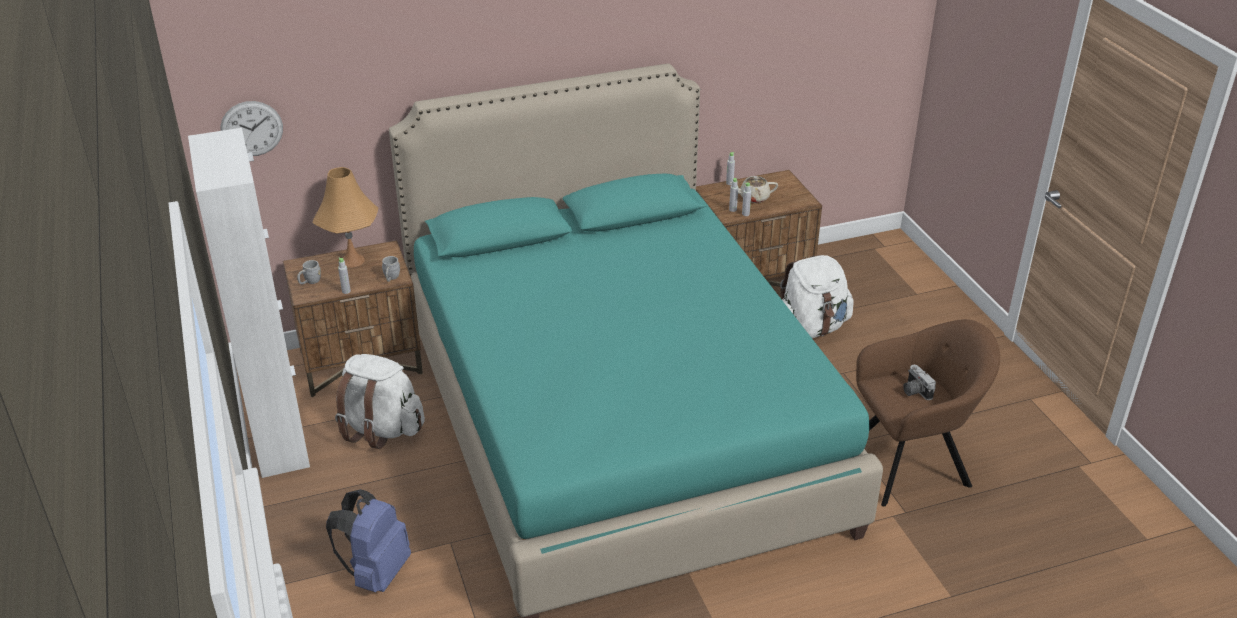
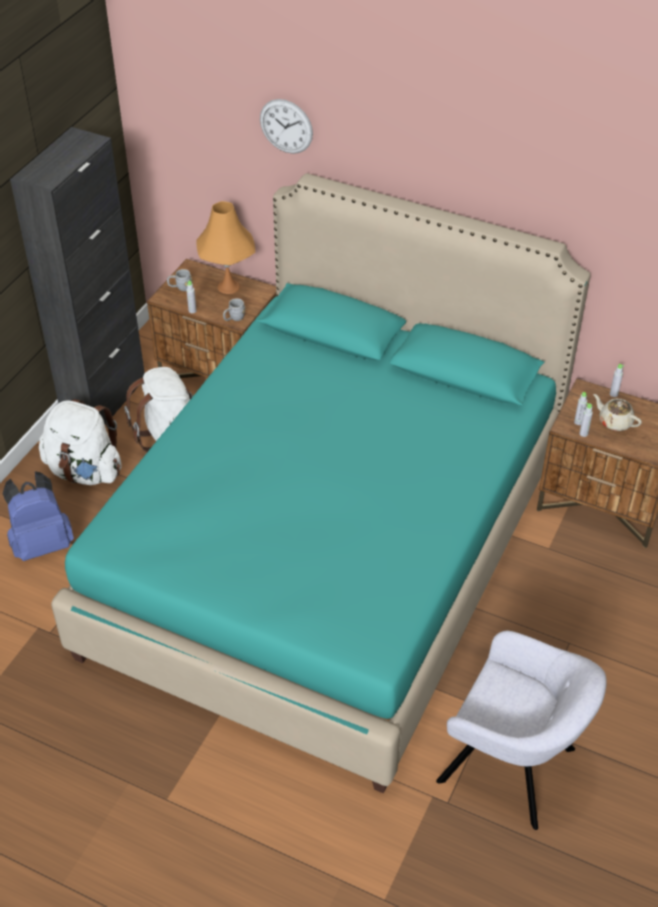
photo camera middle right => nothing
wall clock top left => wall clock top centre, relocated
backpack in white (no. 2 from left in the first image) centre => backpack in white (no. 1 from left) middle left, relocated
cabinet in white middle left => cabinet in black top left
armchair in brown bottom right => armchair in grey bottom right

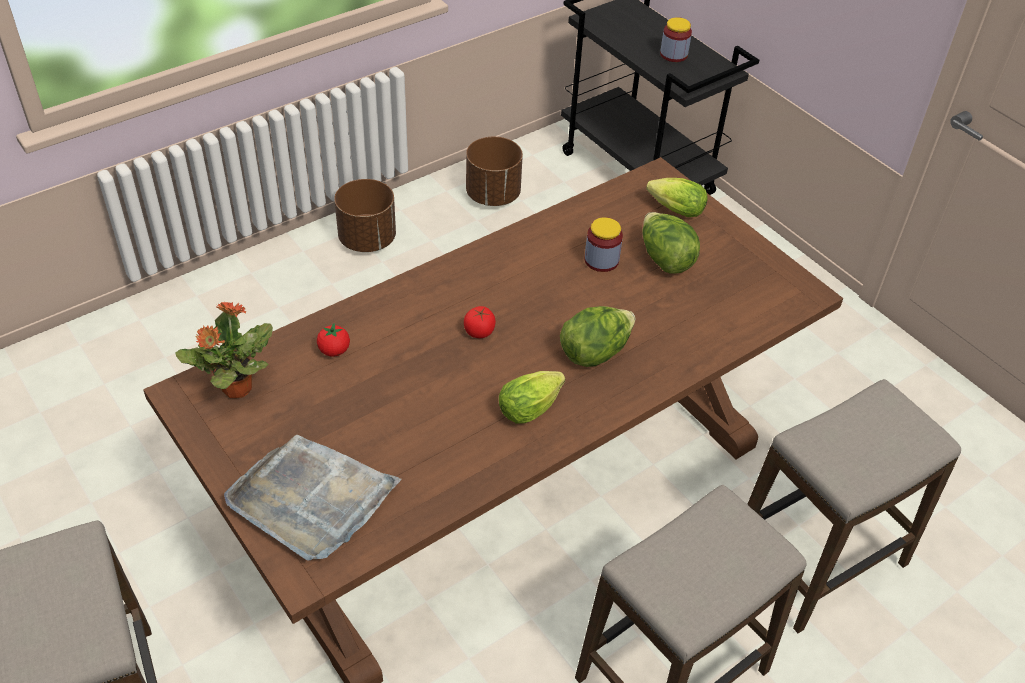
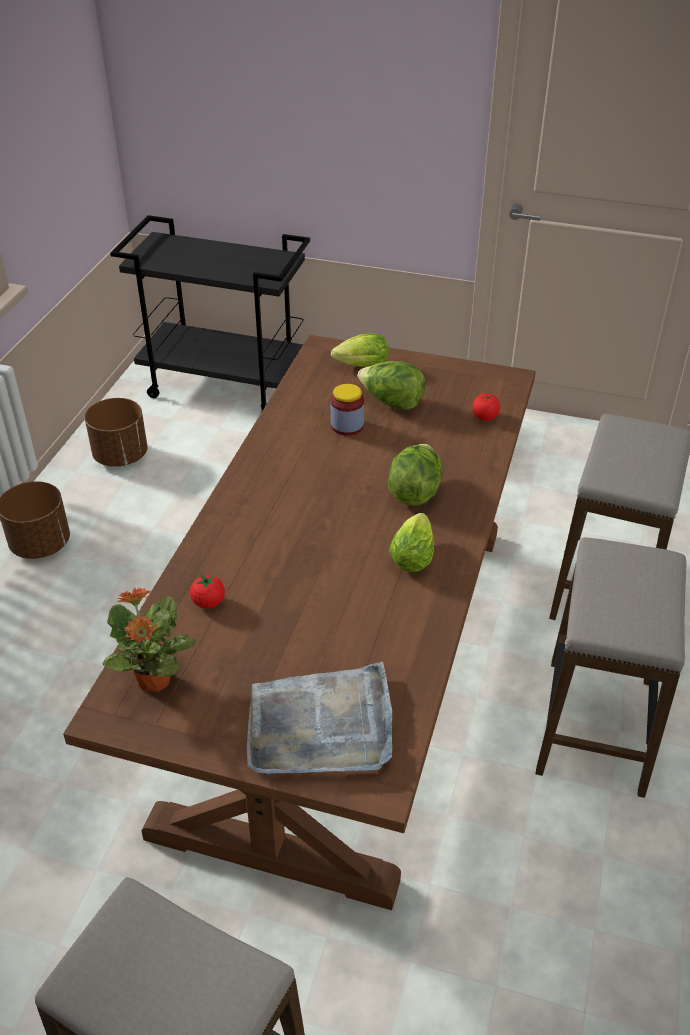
jar (no. 2 from left) top centre => nothing
tomato (no. 2 from left) centre => tomato (no. 2 from left) middle right, relocated

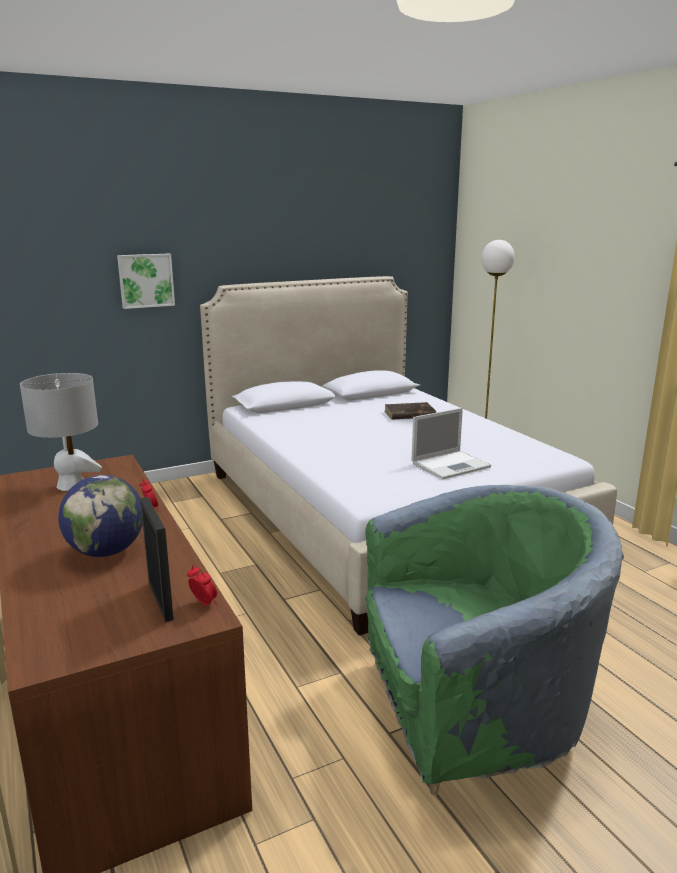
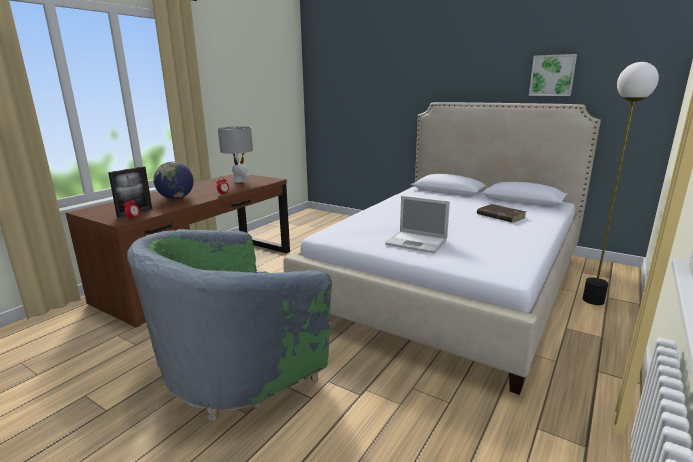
picture top left => picture top right, relocated
armchair in green bottom right => armchair in green bottom left, 90 degrees clockwise

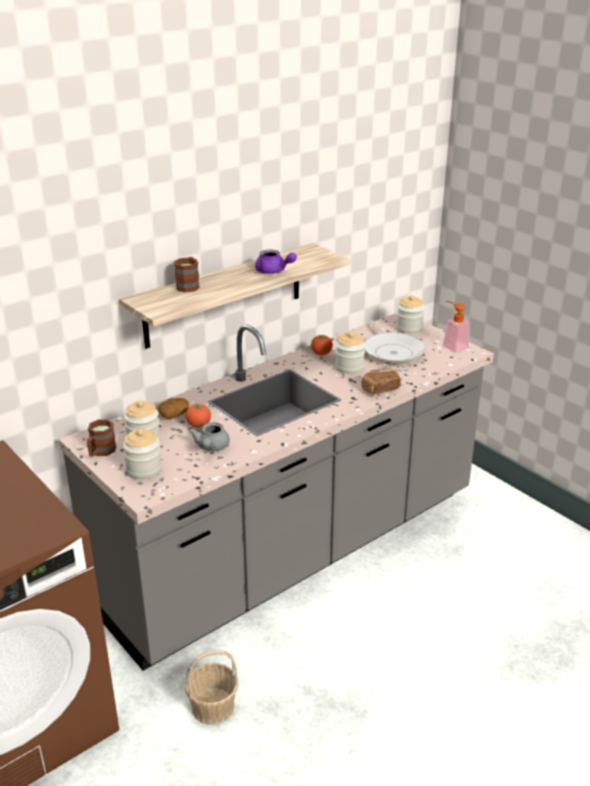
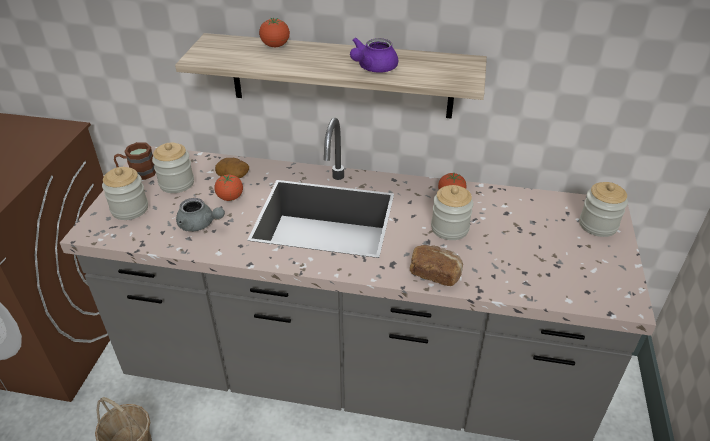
frying pan middle right => nothing
soap dispenser middle right => nothing
mug in brown (no. 2 from left) middle left => tomato (no. 2 from left) top centre
teapot in grey centre => teapot in grey middle left, 120 degrees counterclockwise
teapot in purple centre => teapot in purple top centre, 45 degrees clockwise

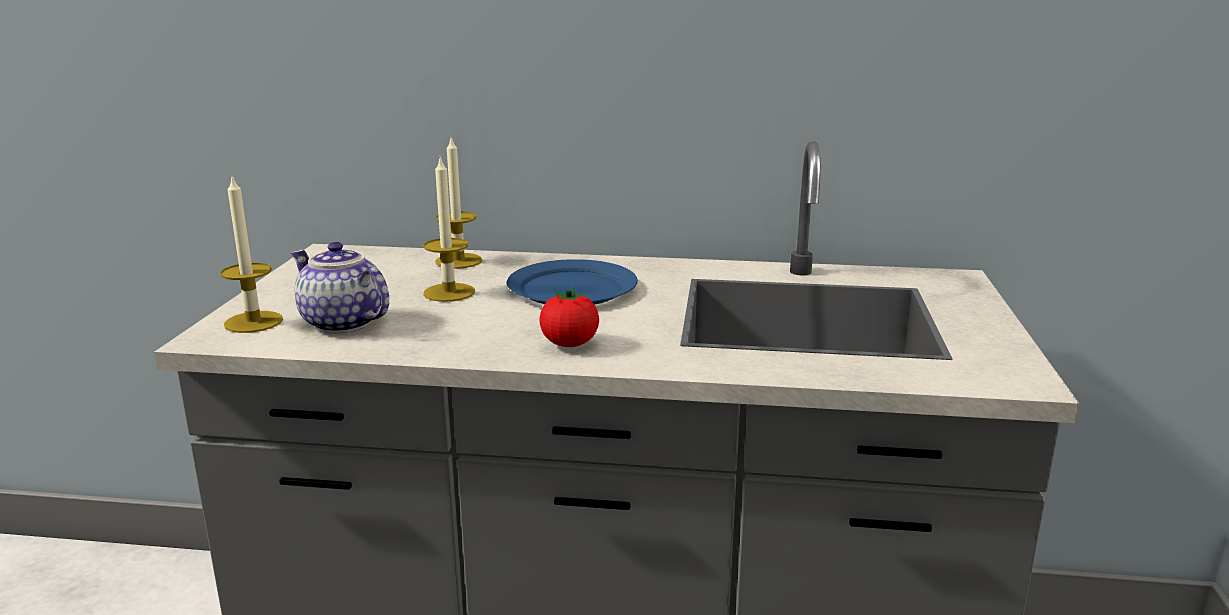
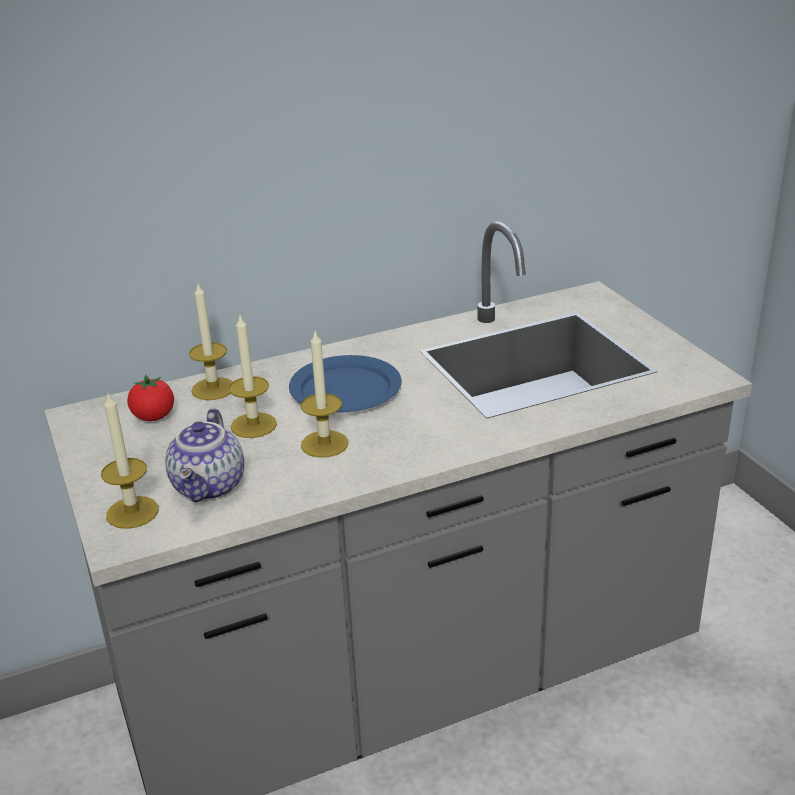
nothing => candle (no. 4 from left) centre
tomato centre => tomato middle left, relocated
teapot middle left, 90 degrees counterclockwise

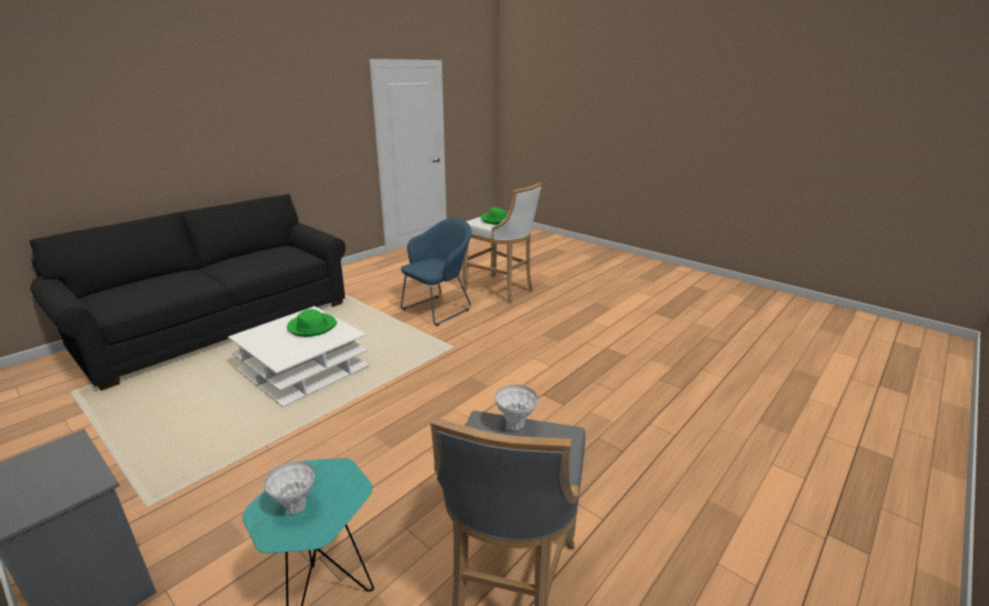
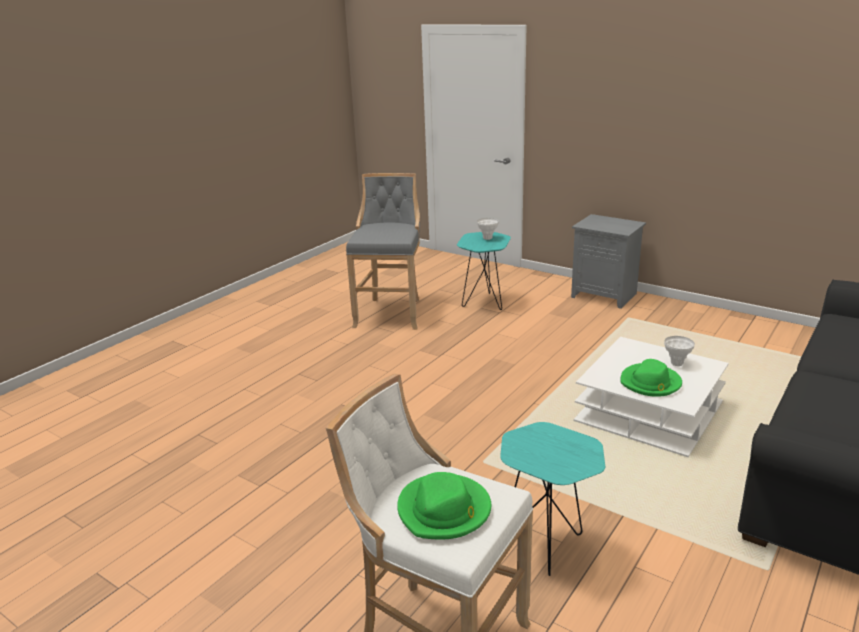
vase in white (no. 2 from left) bottom centre => vase in white (no. 2 from left) middle right, relocated
armchair in blue centre => side table in turquoise (no. 2 from left) bottom centre

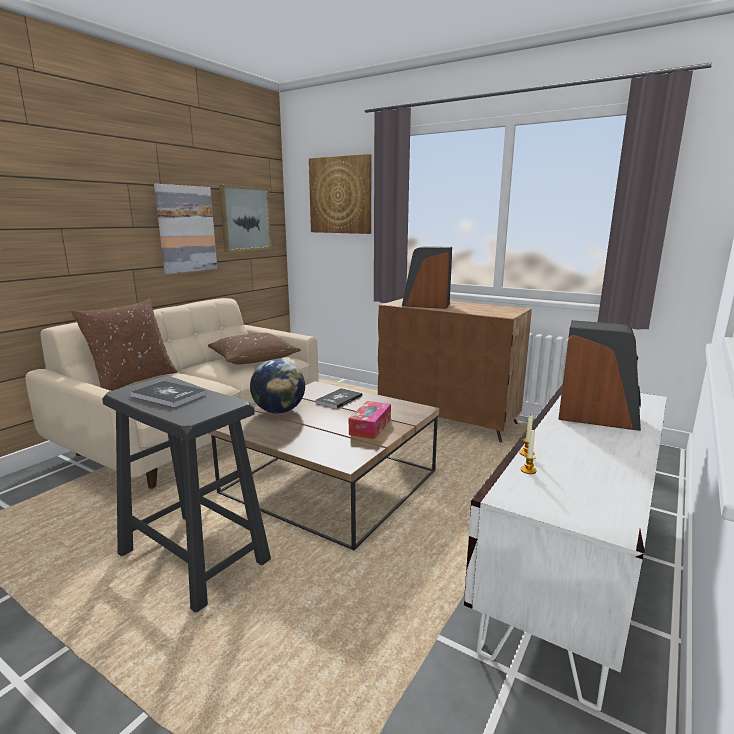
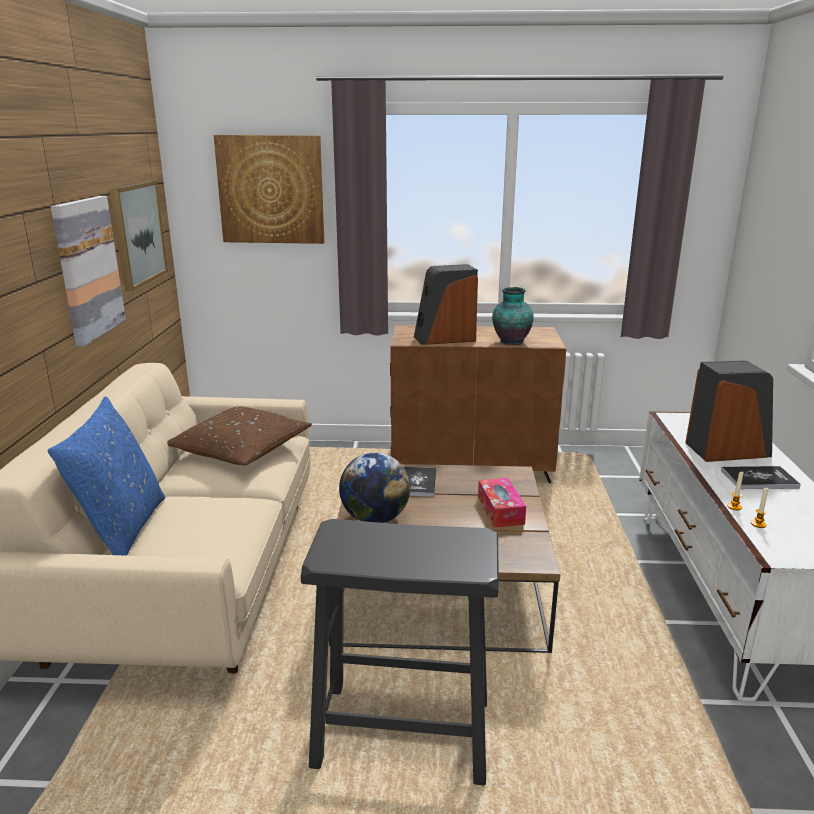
nothing => vase centre
book (no. 1 from left in the first image) middle left => book (no. 2 from left) middle right, relocated
pillow in brown (no. 1 from left) middle left => pillow in blue middle left

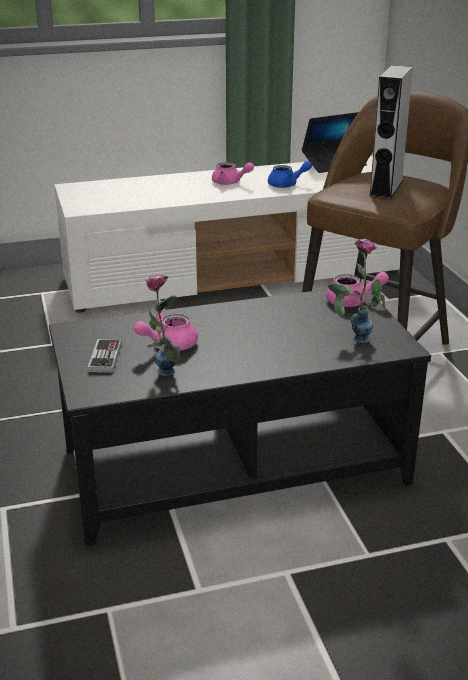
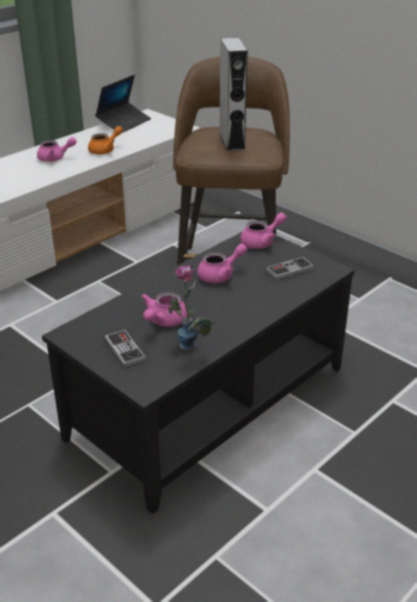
nothing => teapot in pink (no. 3 from left) centre
vase (no. 2 from left) middle right => game controller (no. 2 from left) middle right
teapot in blue top centre => teapot in orange top left

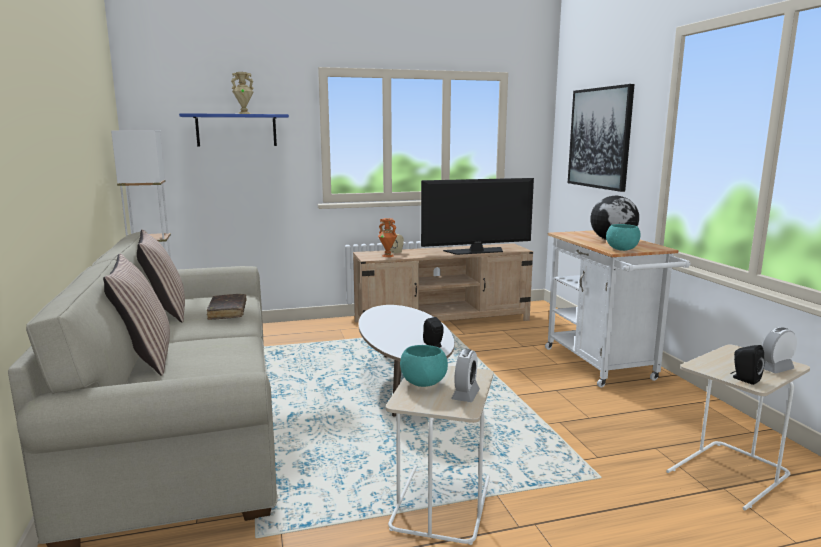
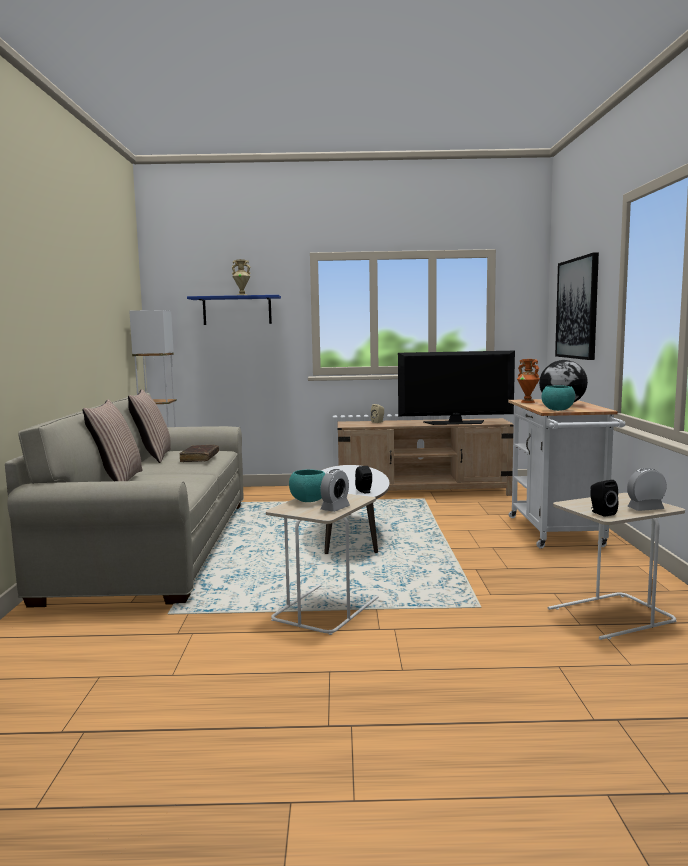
vase in orange centre => vase in orange middle right, relocated

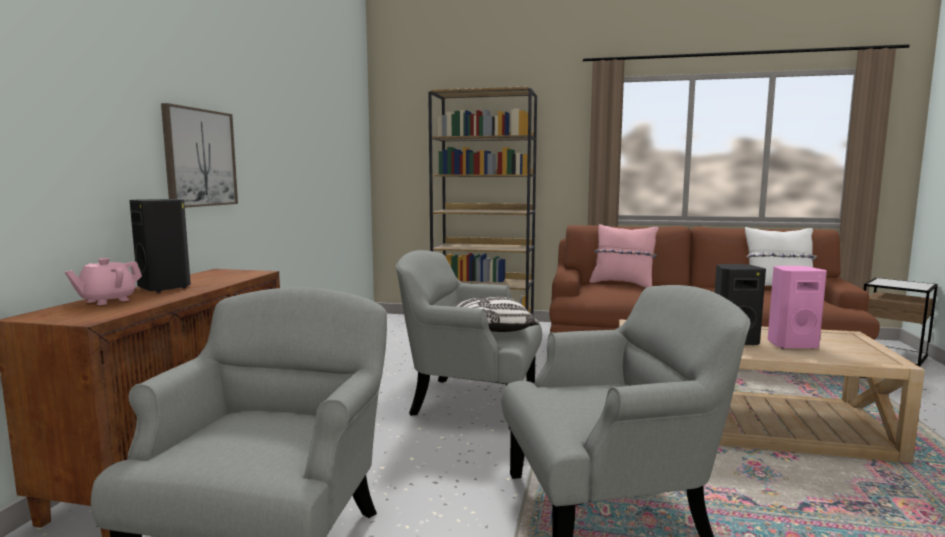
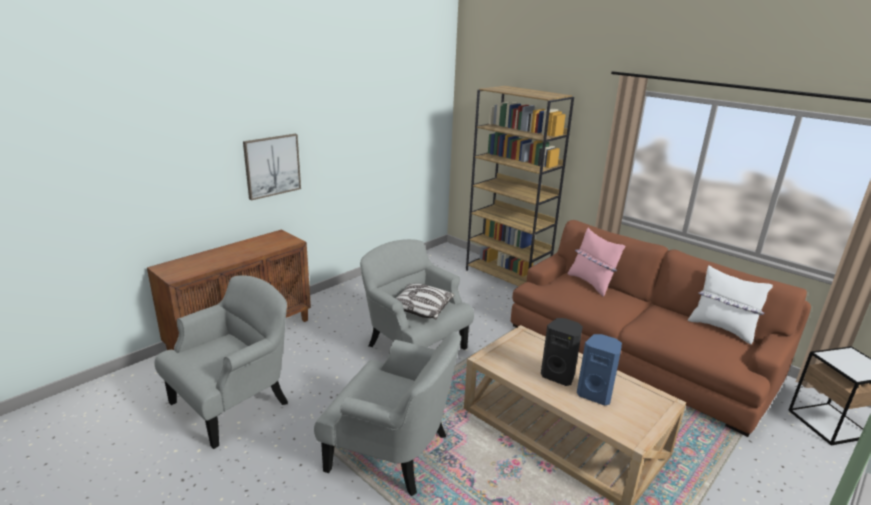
teapot in pink middle left => nothing
speaker in black (no. 1 from left) middle left => nothing
speaker in pink middle right => speaker in blue bottom right

